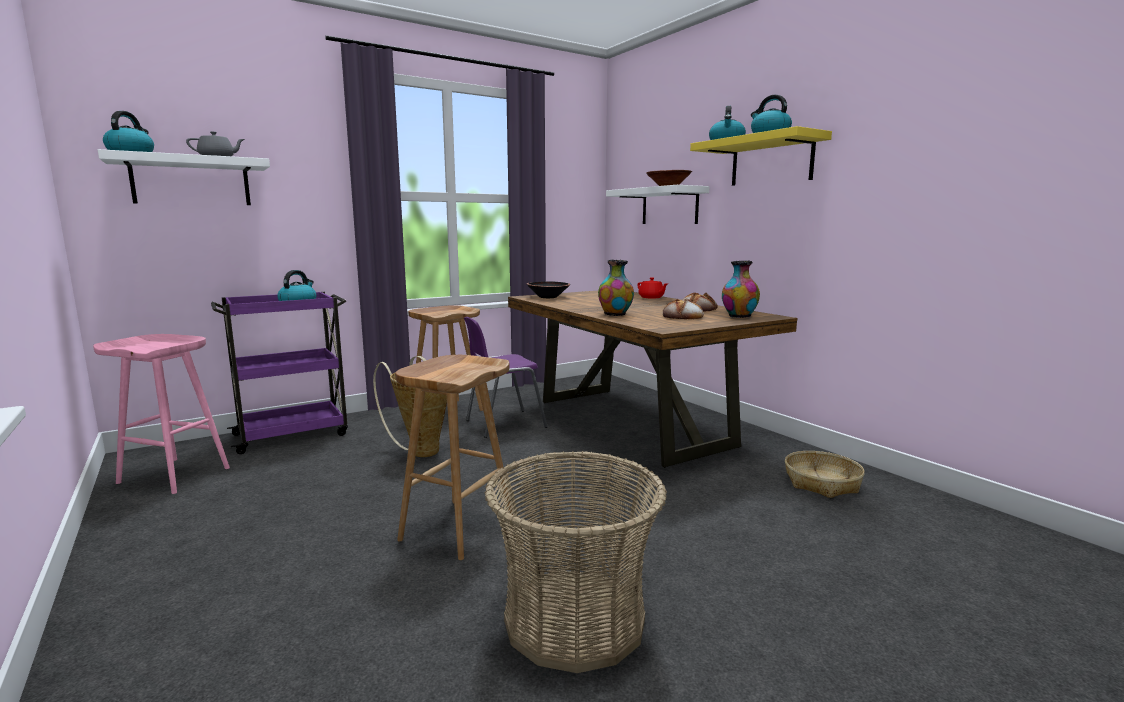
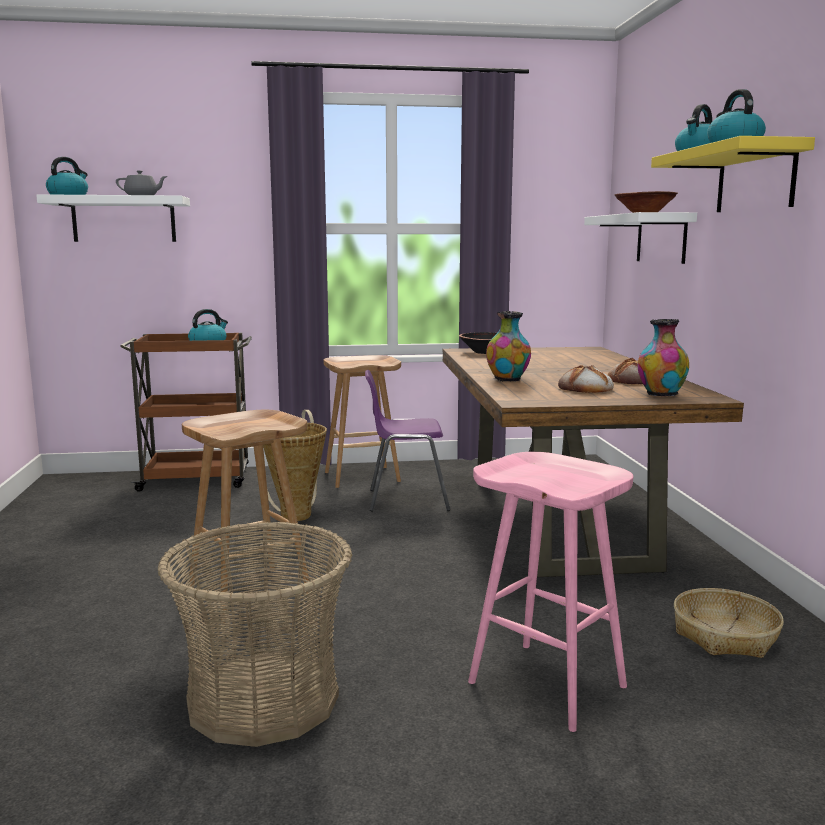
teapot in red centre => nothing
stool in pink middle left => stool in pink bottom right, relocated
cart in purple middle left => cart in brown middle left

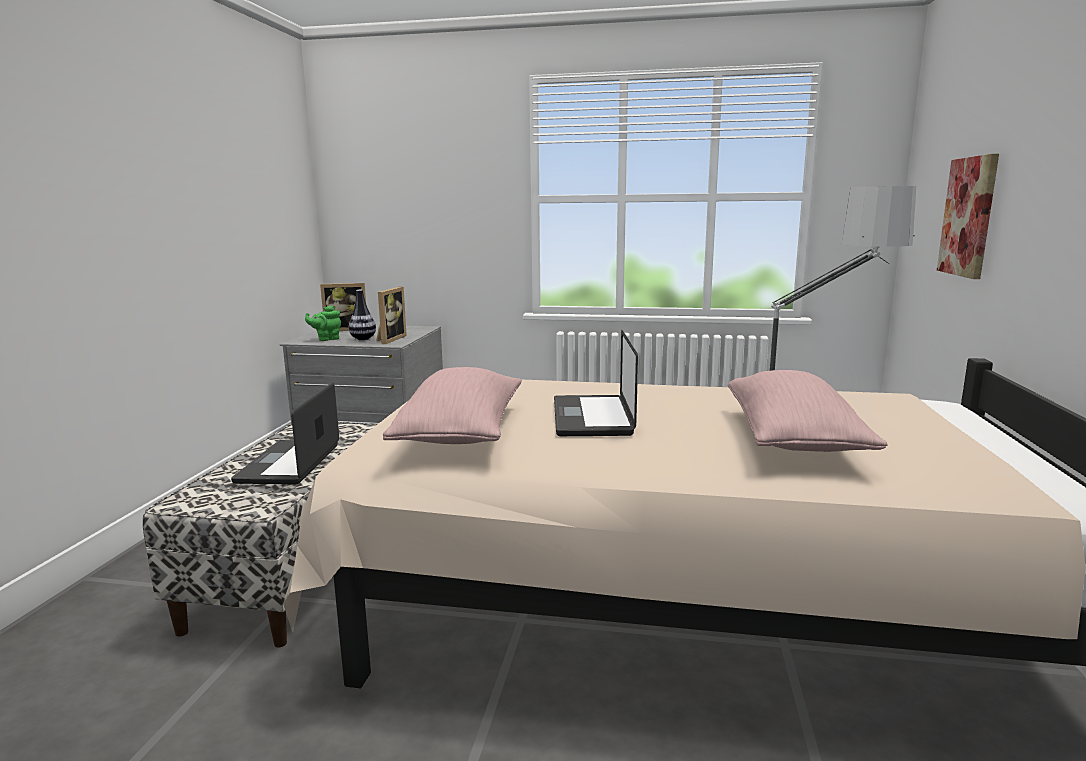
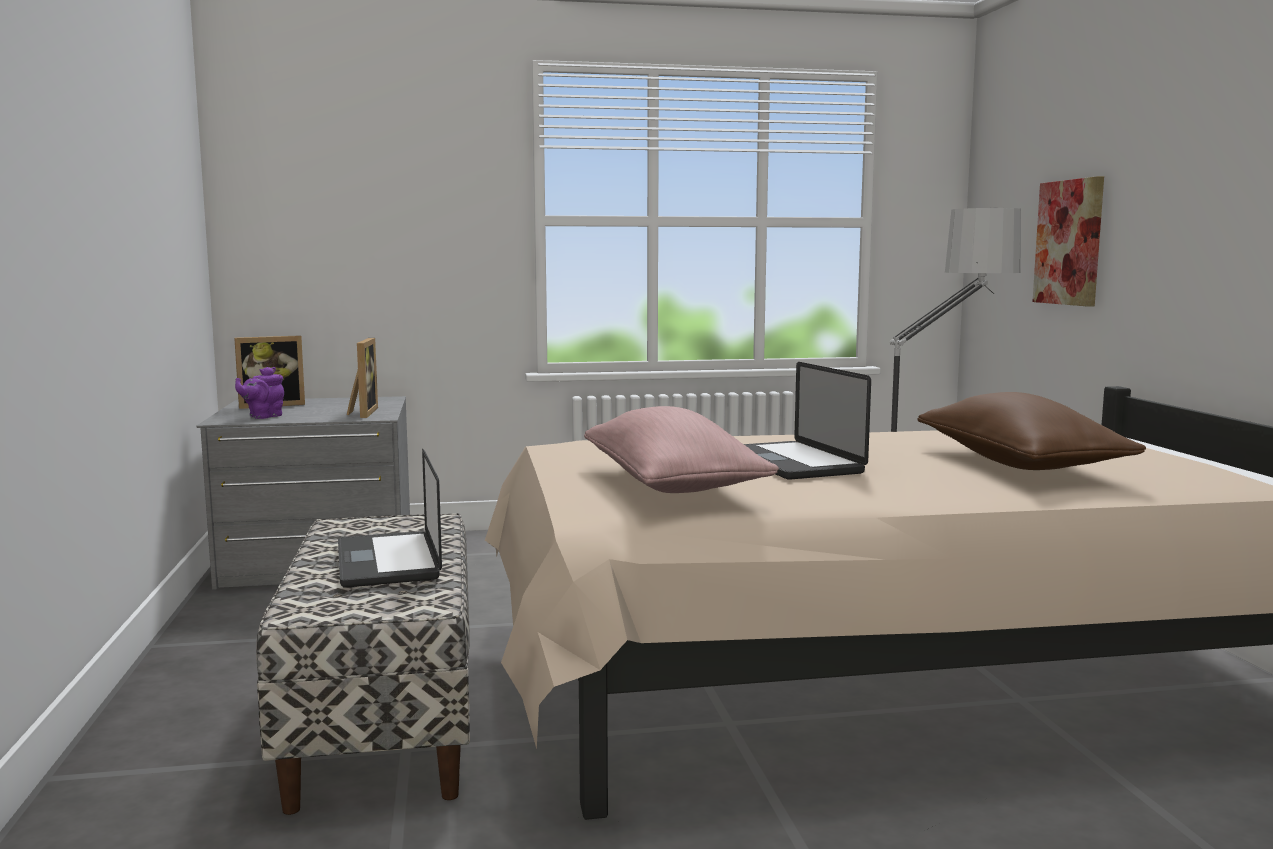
vase centre => nothing
teapot in green middle left => teapot in purple middle left
pillow in pink (no. 2 from left) middle right => pillow in brown middle right

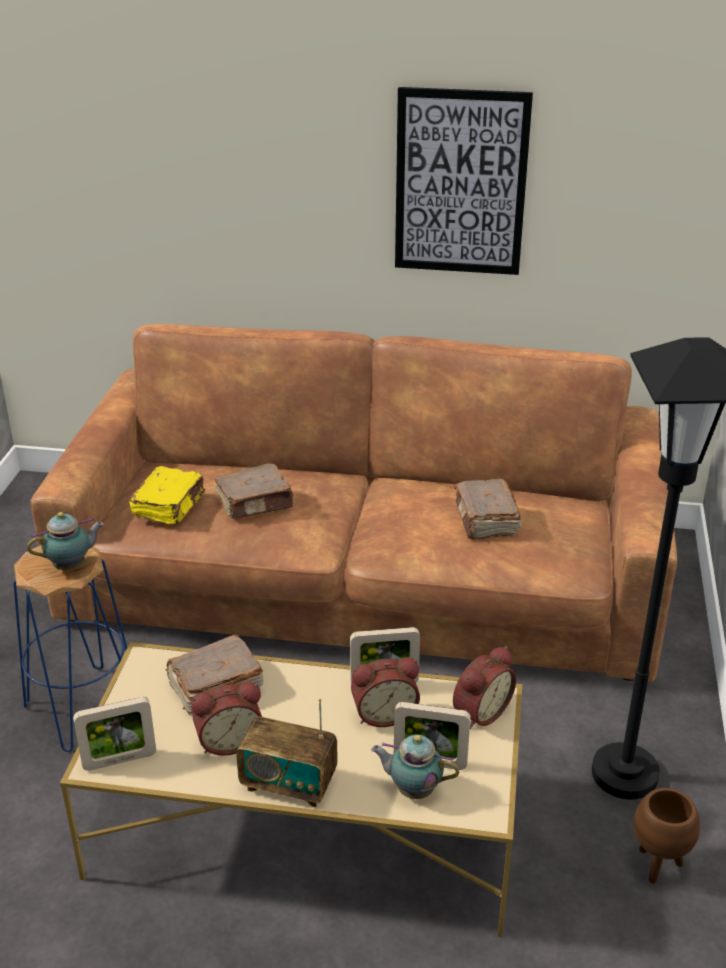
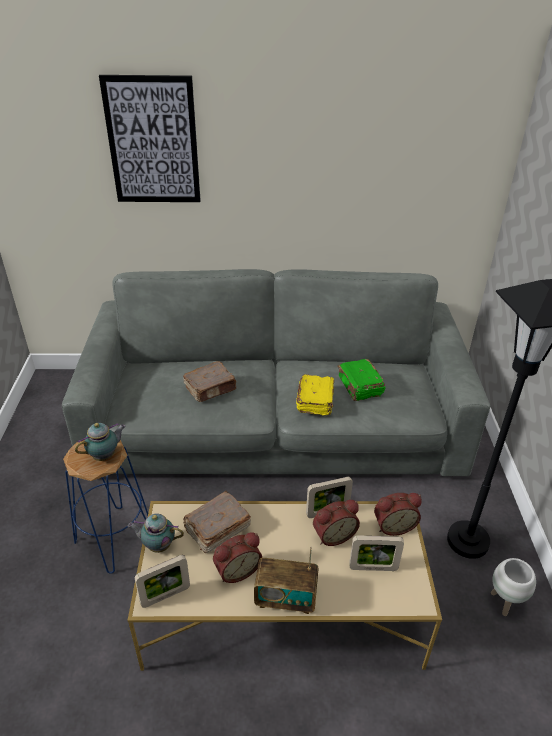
book in yellow middle left => book in yellow centre, relocated
teapot (no. 2 from left) bottom centre => teapot (no. 2 from left) bottom left, relocated
picture top centre => picture top left, relocated
sofa in brown centre => sofa in grey centre
book in brown (no. 3 from left) middle right => book in green centre
planter in brown bottom right => planter in white bottom right
alarm clock (no. 3 from left) bottom right, 45 degrees clockwise

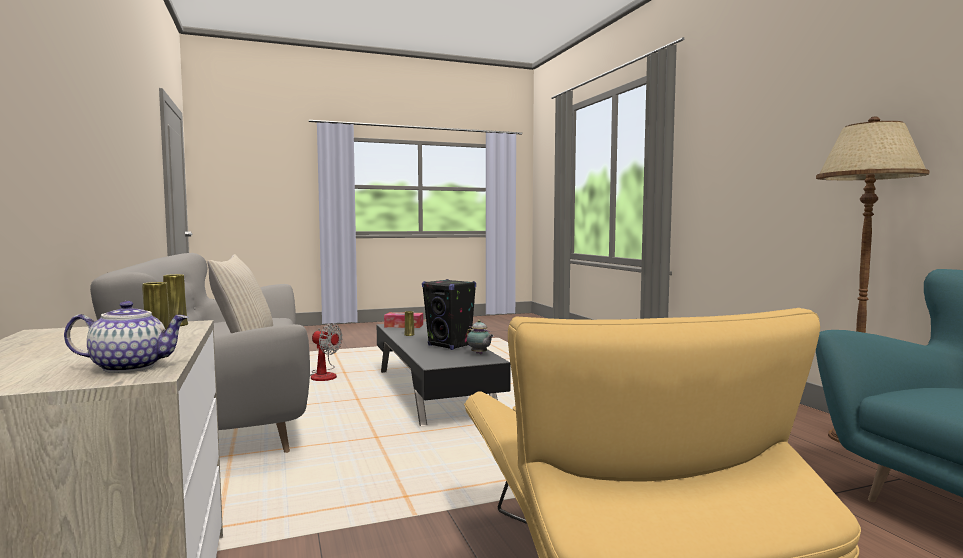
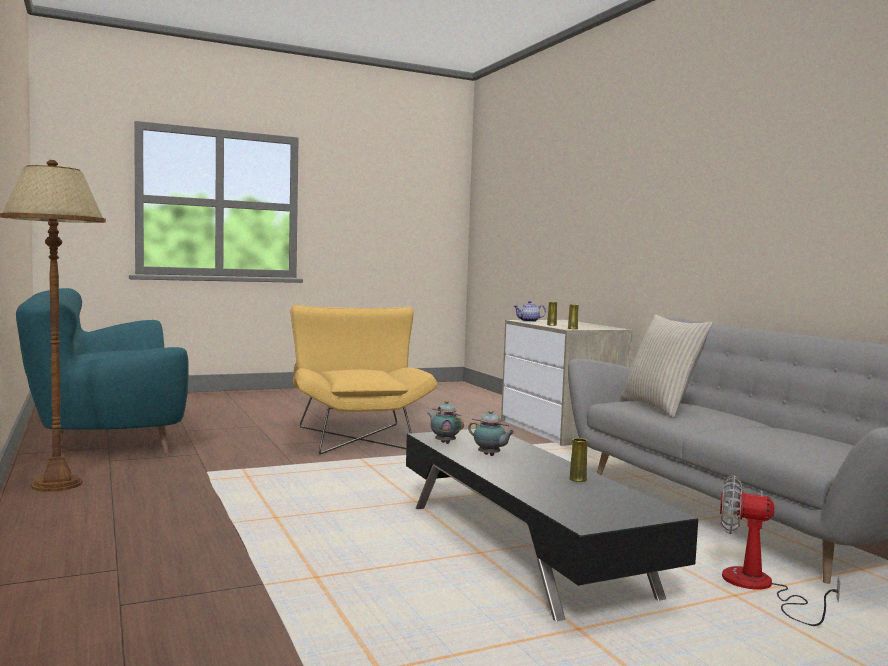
tissue box centre => nothing
speaker in black centre => teapot (no. 2 from left) centre

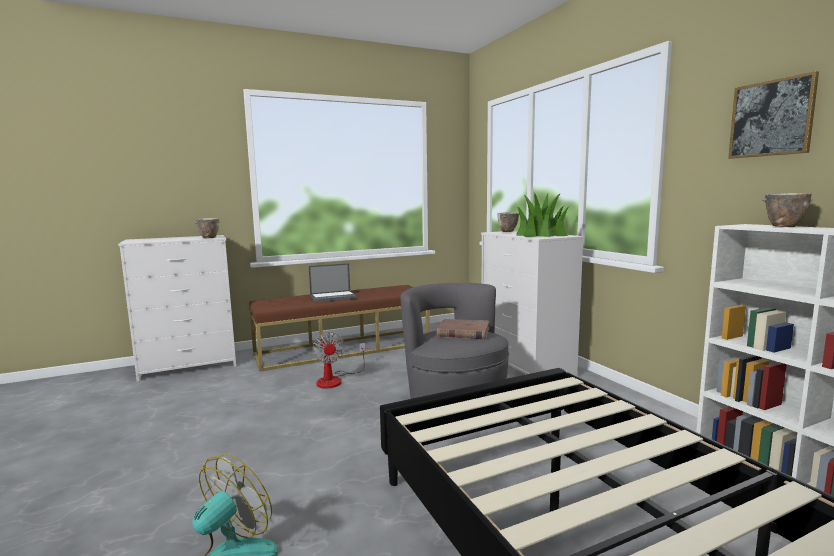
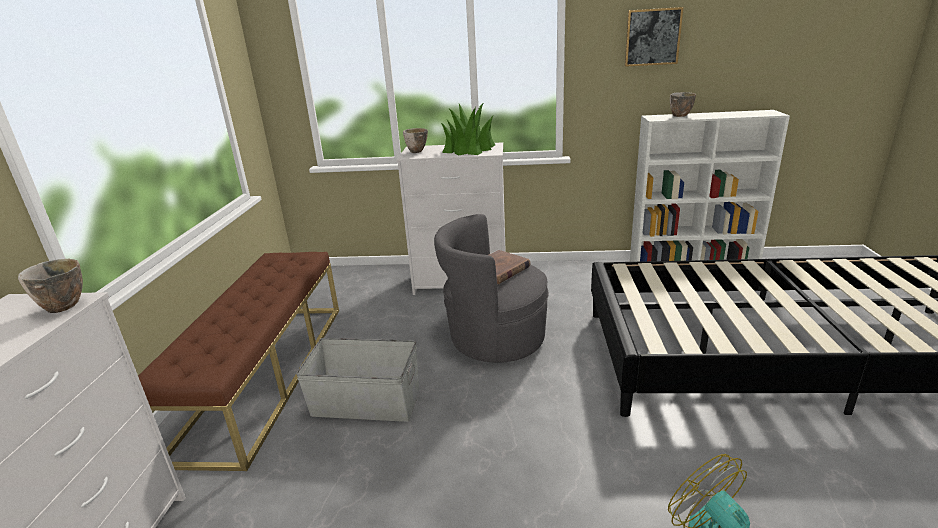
laptop centre => nothing
fan (no. 2 from left) centre => storage box in grey bottom centre

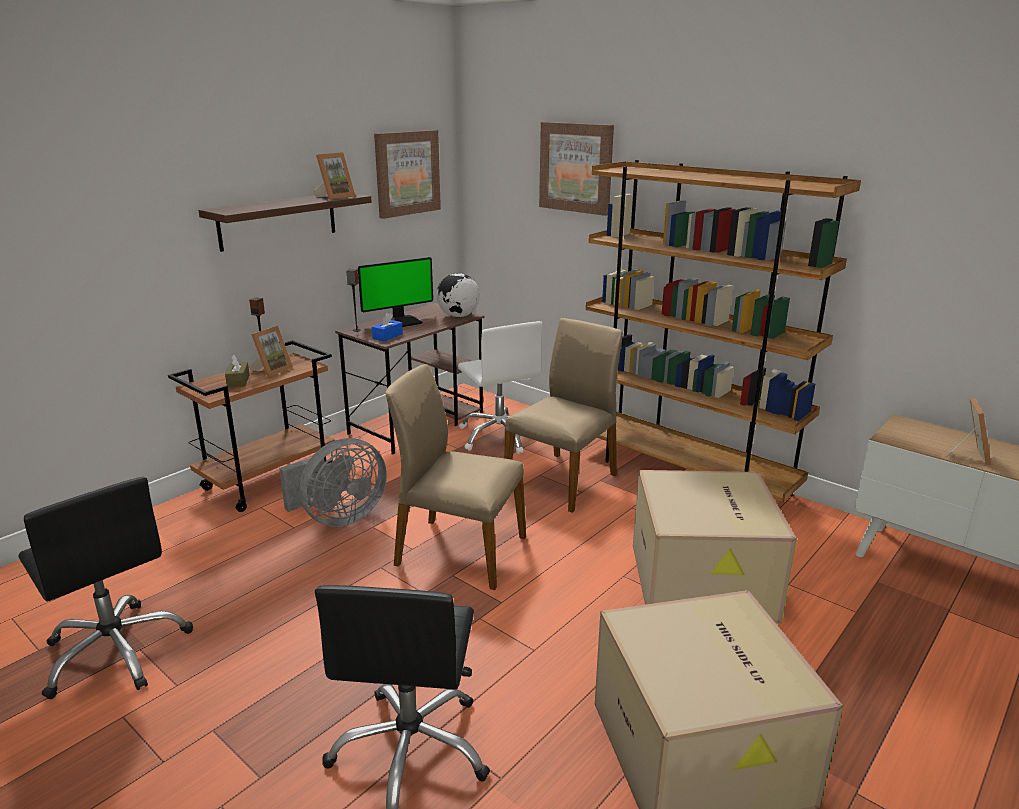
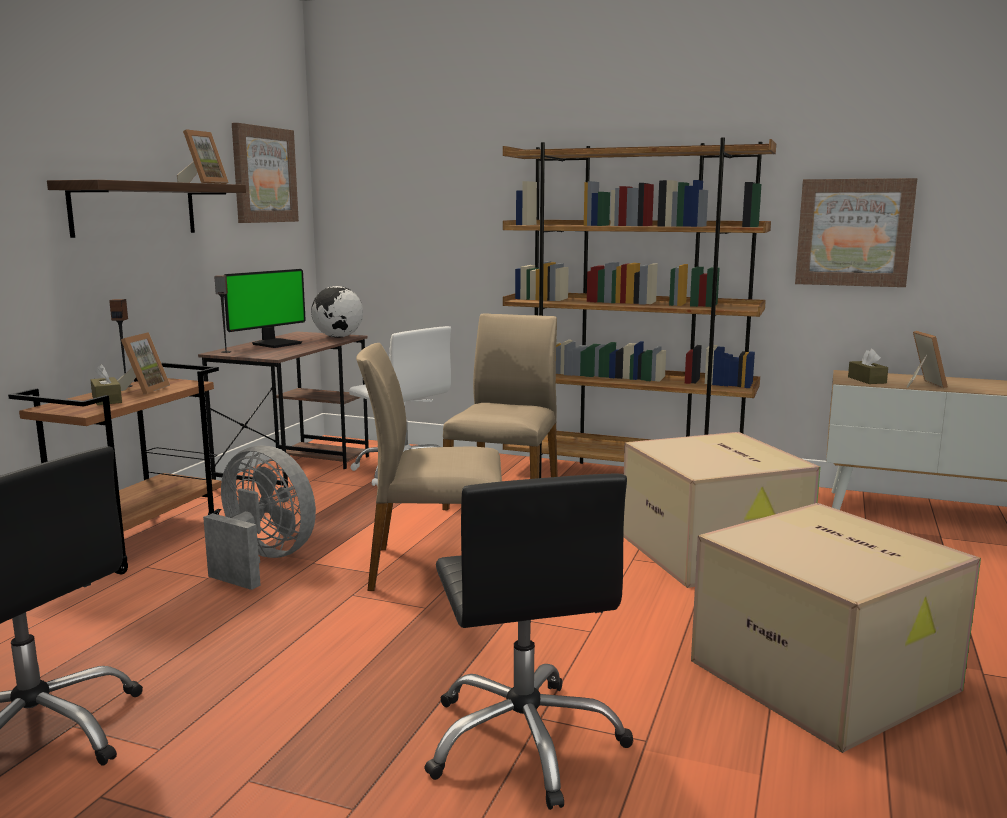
tissue box in blue centre => nothing
nothing => tissue box in brown (no. 2 from left) middle right
picture (no. 2 from left) top centre => picture (no. 2 from left) top right, relocated
fan in grey middle left, 90 degrees counterclockwise

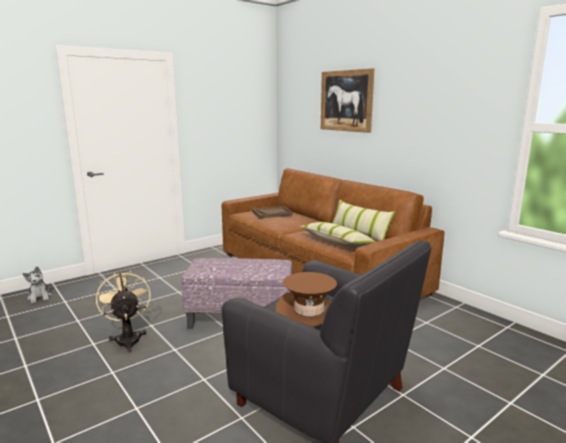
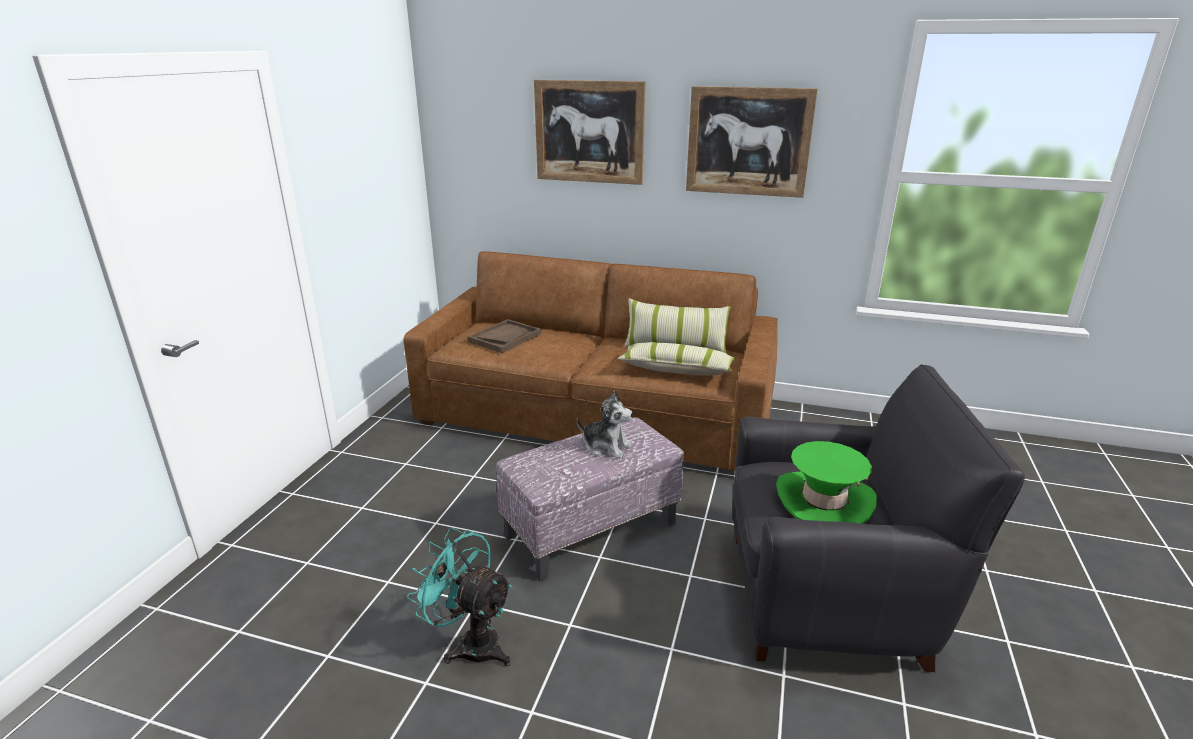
nothing => picture (no. 2 from left) top centre
plush toy middle left => plush toy centre, relocated
fan in beige bottom left => fan in turquoise bottom centre
hat in brown bottom centre => hat in green middle right

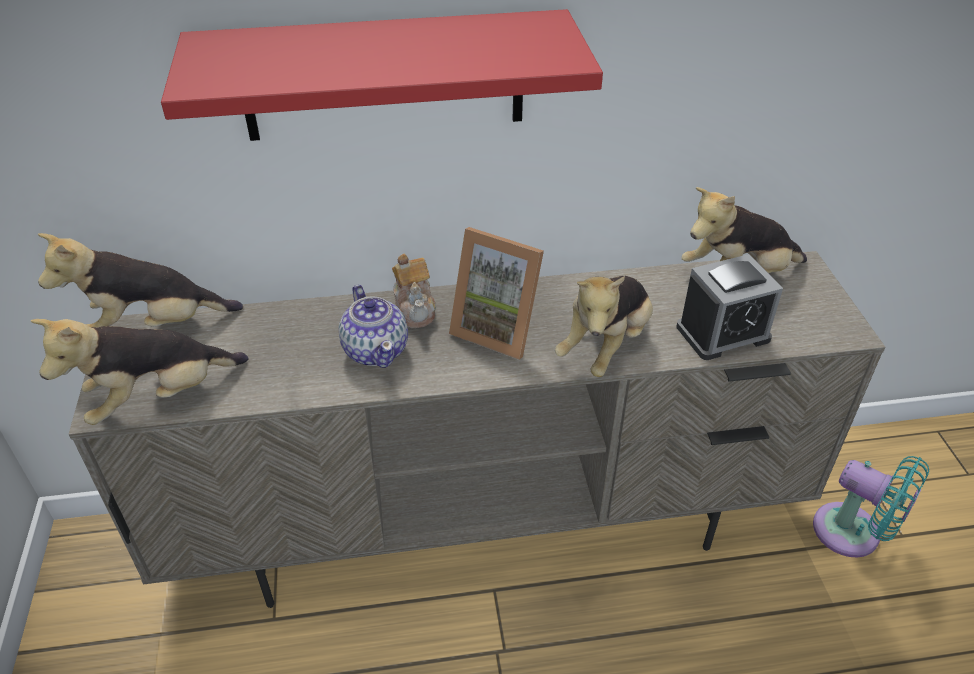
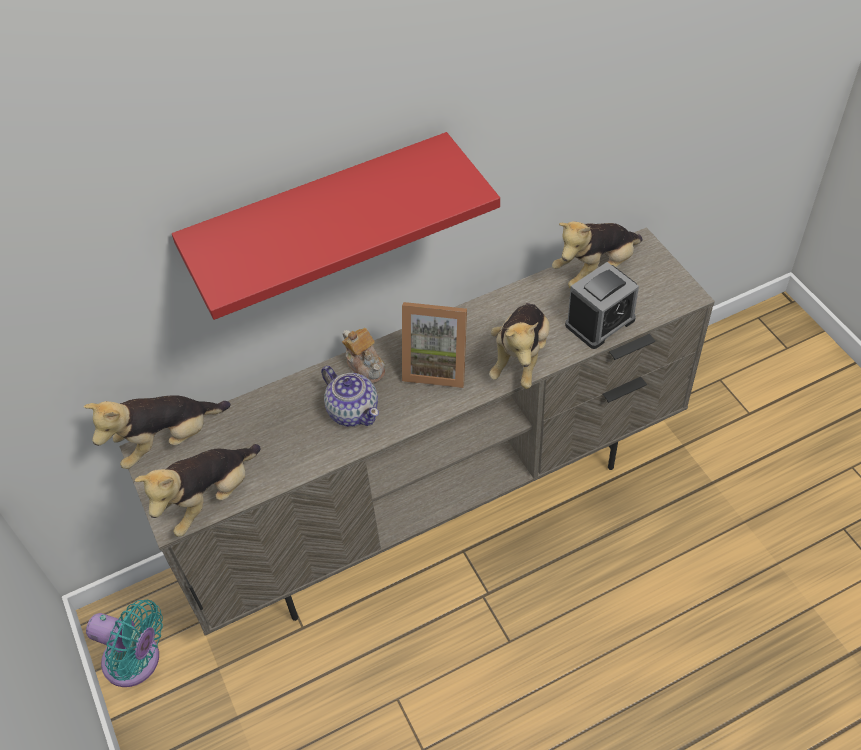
fan in turquoise bottom right => fan in turquoise bottom left, relocated

